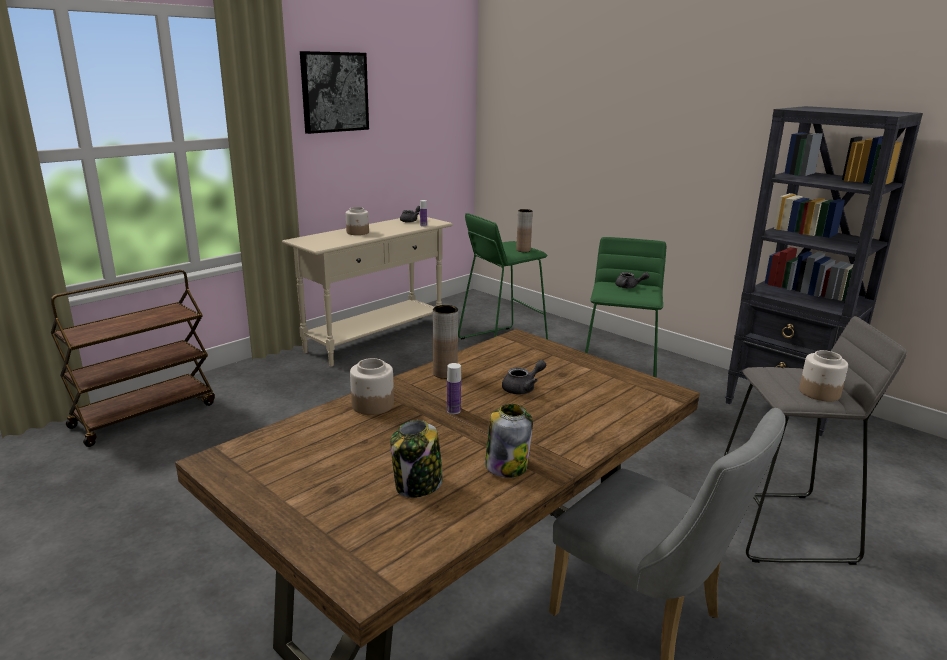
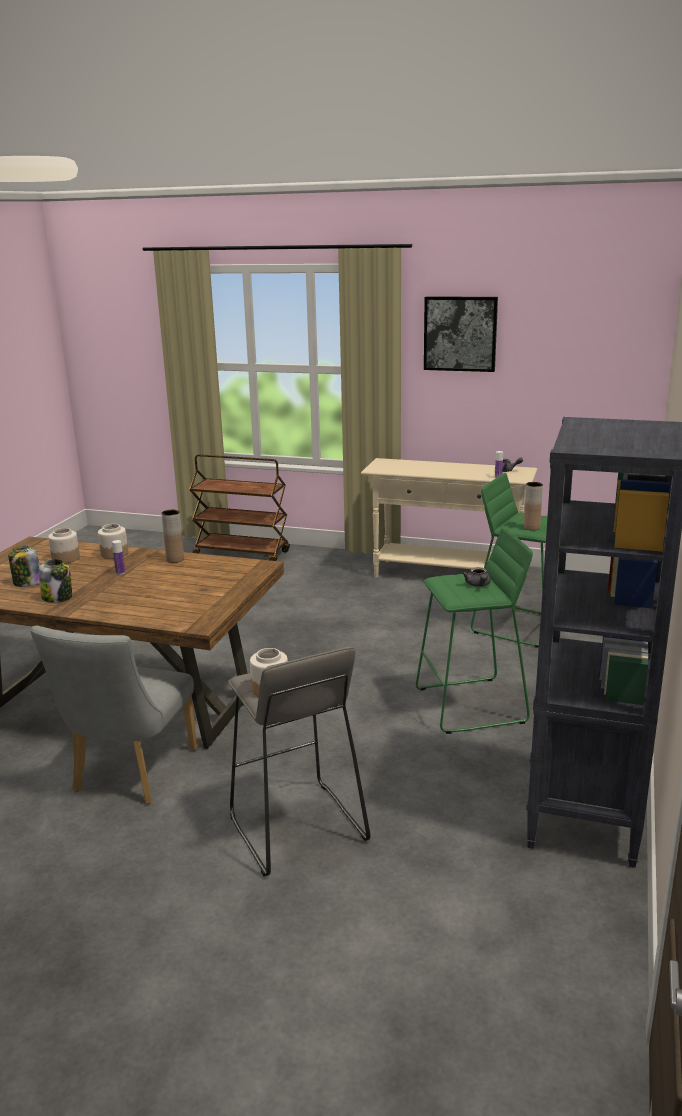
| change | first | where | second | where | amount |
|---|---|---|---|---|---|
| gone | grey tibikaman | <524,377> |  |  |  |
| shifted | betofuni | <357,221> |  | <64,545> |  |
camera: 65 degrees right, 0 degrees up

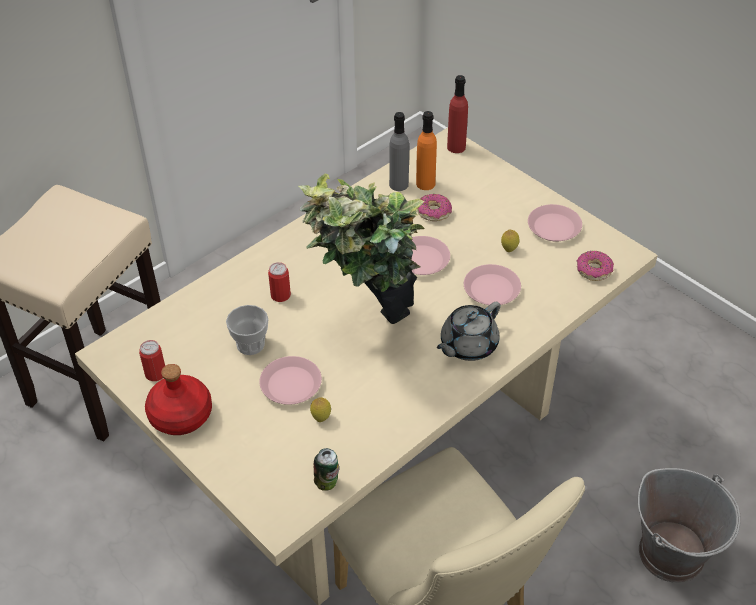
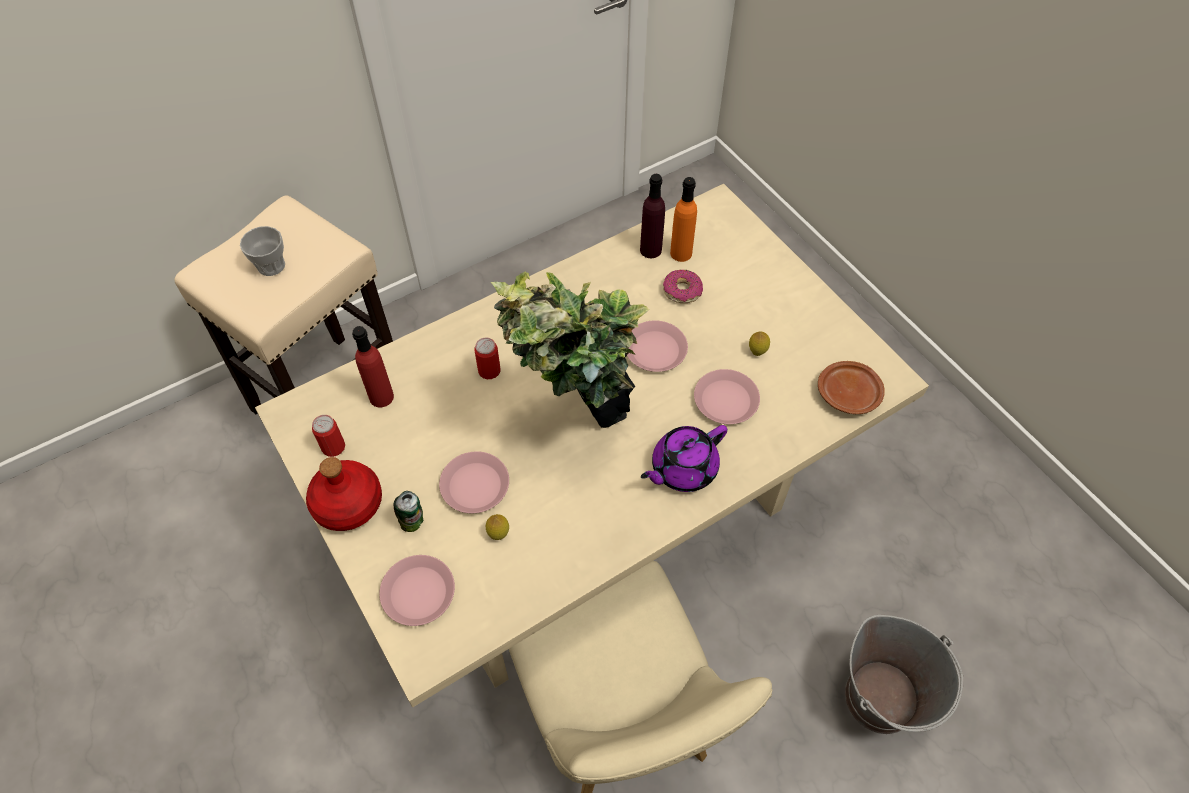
| change | first | where | second | where | amount |
|---|---|---|---|---|---|
| shifted | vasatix | <247,330> |  | <262,251> |  |
| shifted | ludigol | <326,469> |  | <408,511> |  |
| shifted | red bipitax | <457,114> |  | <373,366> |  |
| shifted | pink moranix | <555,222> |  | <417,590> |  |
| swapped | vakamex | <595,266> | brown moranix | <851,387> |  |
| repainted | grey bipitax | <399,151> | purple bipitax | <652,216> |  |
| repainted | grey tibikaman | <468,331> | purple tibikaman | <684,458> |  |
camera: 10 degrees right, 10 degrees up

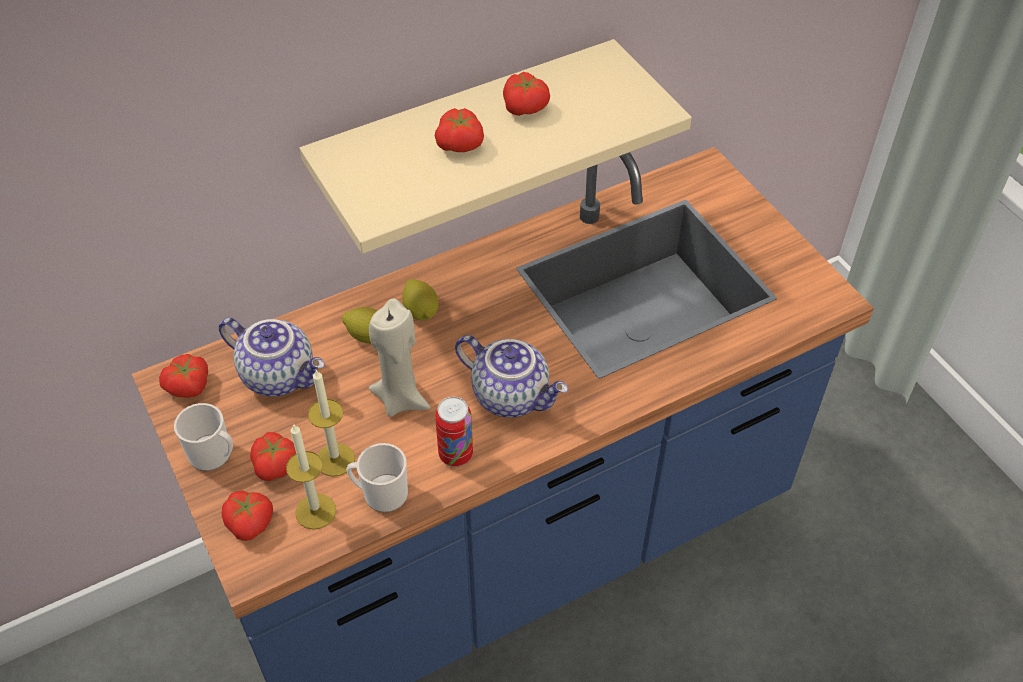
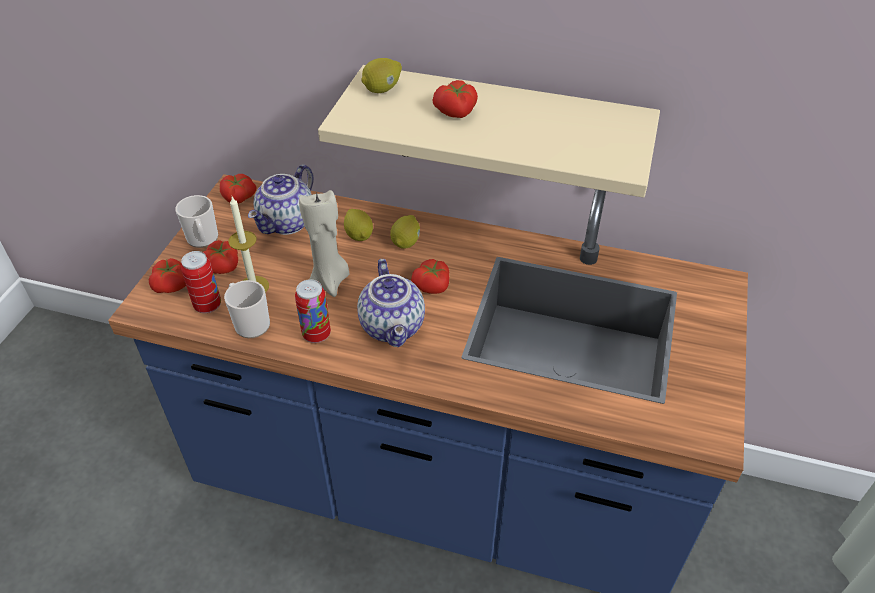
| change | first | where | second | where | amount |
|---|---|---|---|---|---|
| new |  |  | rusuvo | <381,75> |  |
| shifted | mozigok | <526,94> |  | <430,276> |  |
| swapped | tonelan | <311,476> | ludigol | <201,282> |  |
| rotated | tibikaman | <272,356> |  | <280,199> | 45 degrees clockwise |
camera: 45 degrees right, 5 degrees down

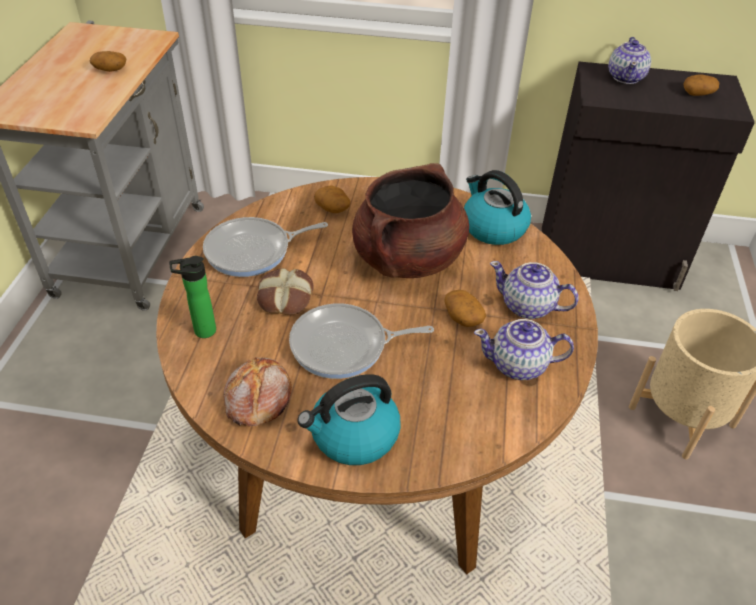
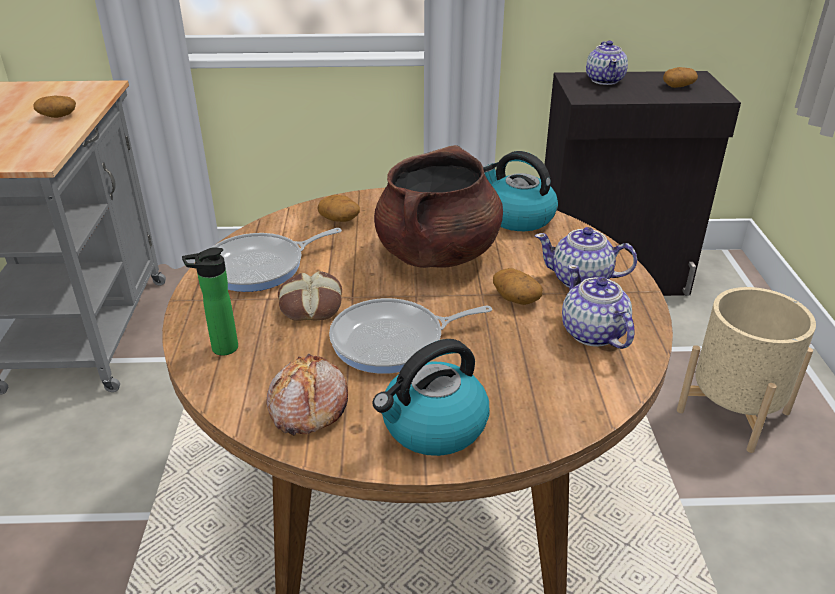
| change | first | where | second | where | amount |
|---|---|---|---|---|---|
| rotated | tibikaman | <524,349> |  | <598,307> | 75 degrees clockwise |
camera: 10 degrees left, 10 degrees down

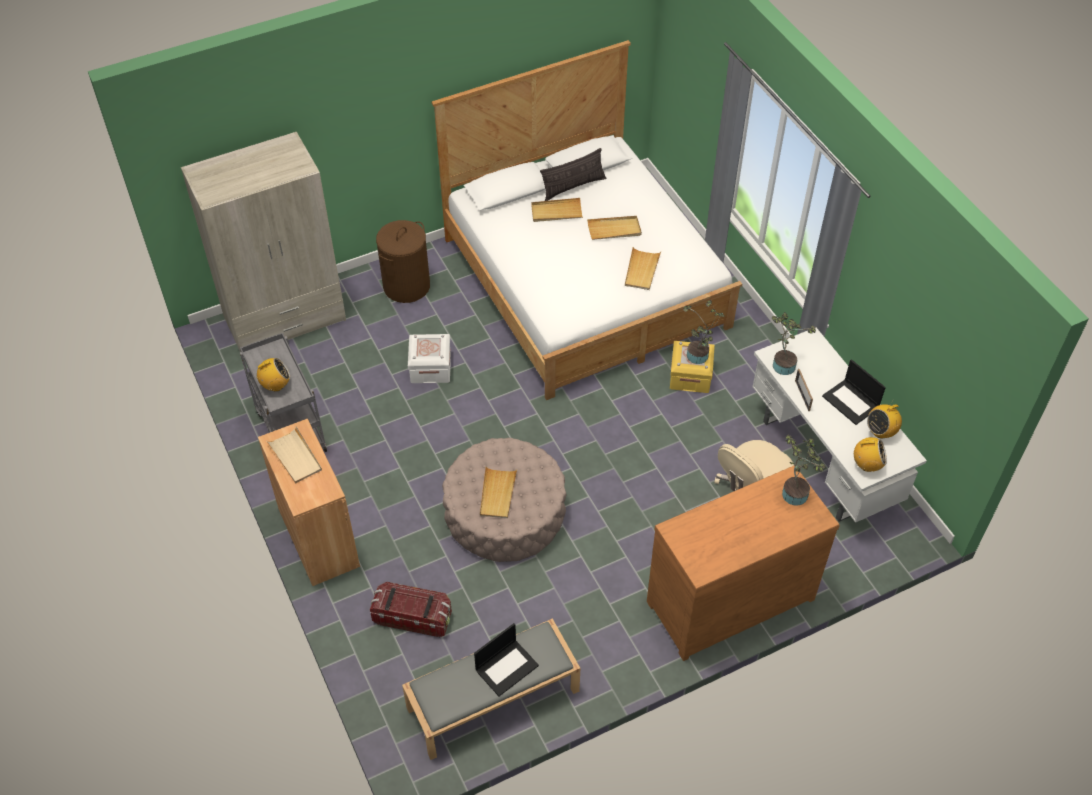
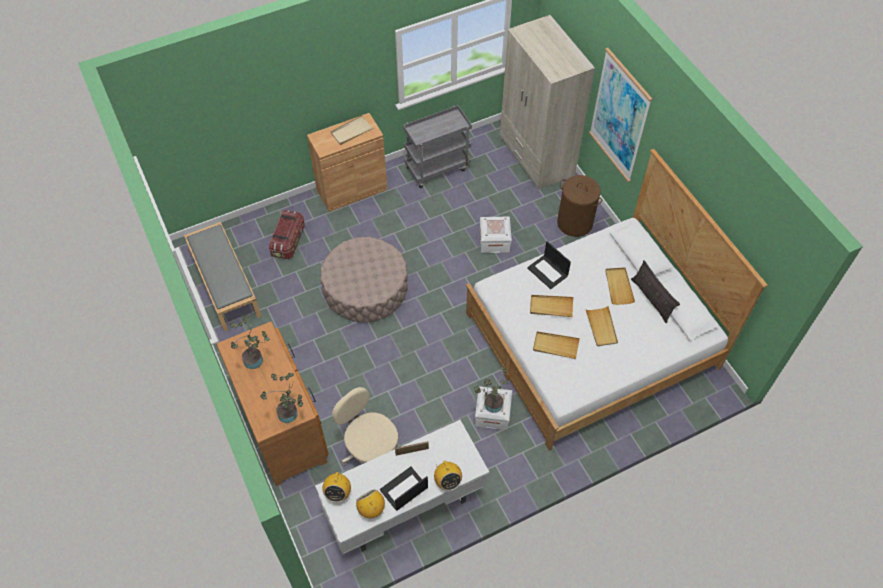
| change | first | where | second | where | amount |
|---|---|---|---|---|---|
| new |  |  | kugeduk | <620,115> |  |
| shifted | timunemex | <273,374> |  | <448,475> |  |
| shifted | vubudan | <506,659> |  | <549,265> |  |
| shifted | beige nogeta | <498,492> |  | <552,306> |  |
| shifted | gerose | <794,343> |  | <249,342> |  |
| repainted | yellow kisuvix | <692,367> | white kisuvix | <493,408> |  |
camera: 90 degrees right, 5 degrees up

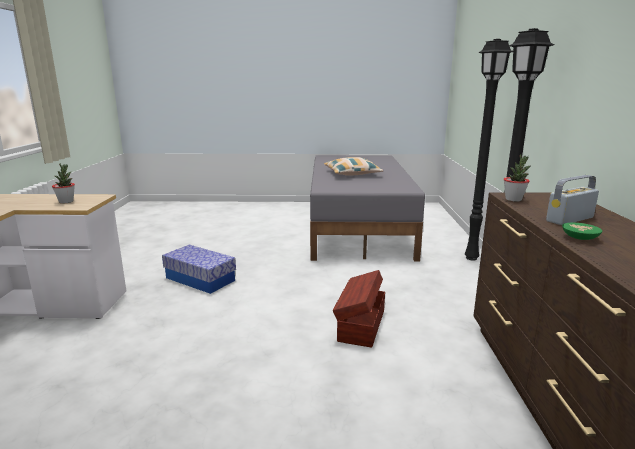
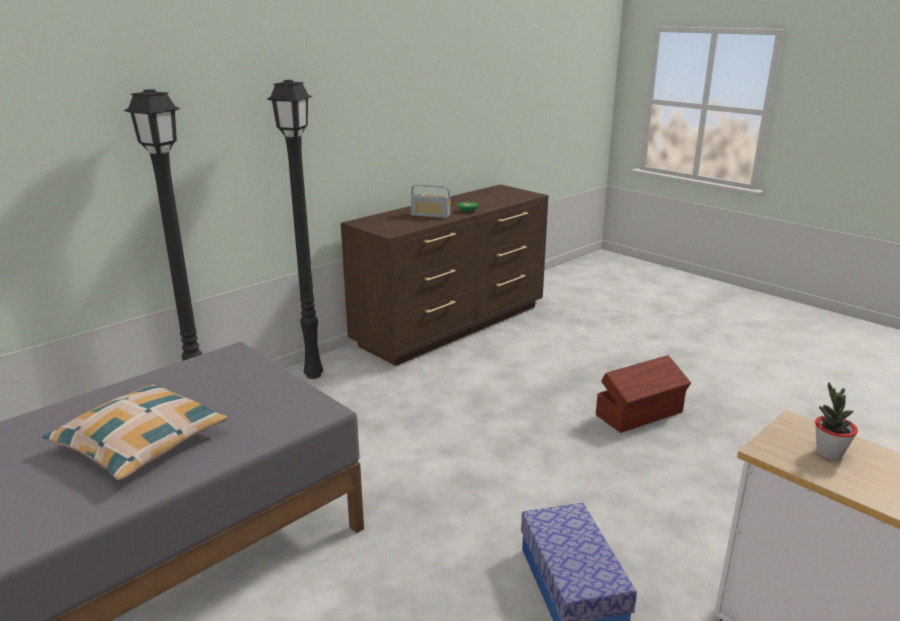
| change | first | where | second | where | amount |
|---|---|---|---|---|---|
| gone | gerose | <517,178> |  |  |  |
| shifted | brown kisuvix | <359,308> |  | <643,394> |  |
camera: 135 degrees left, 5 degrees up

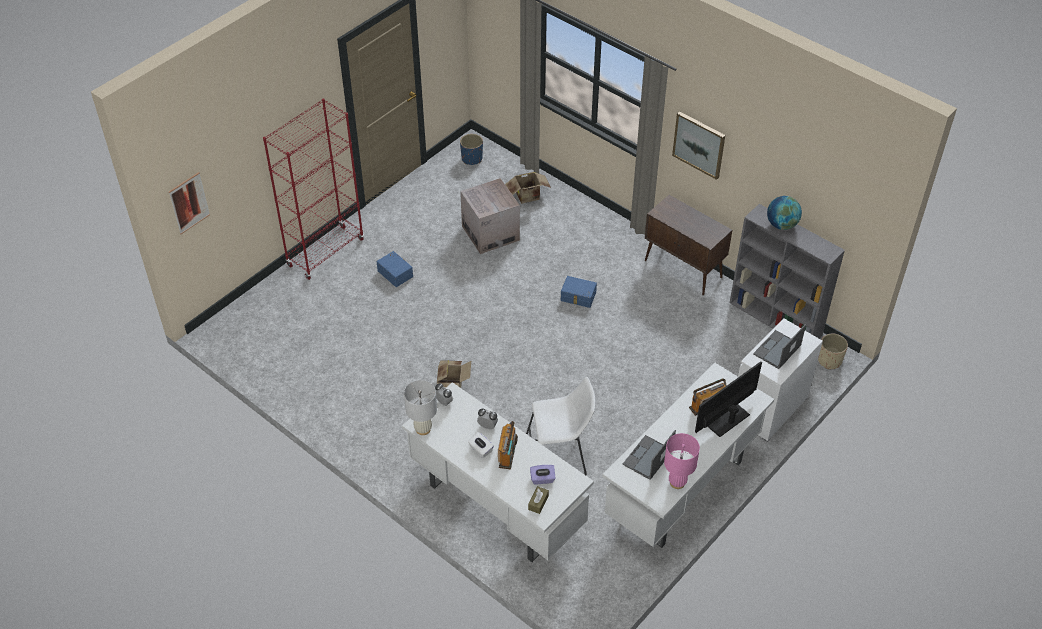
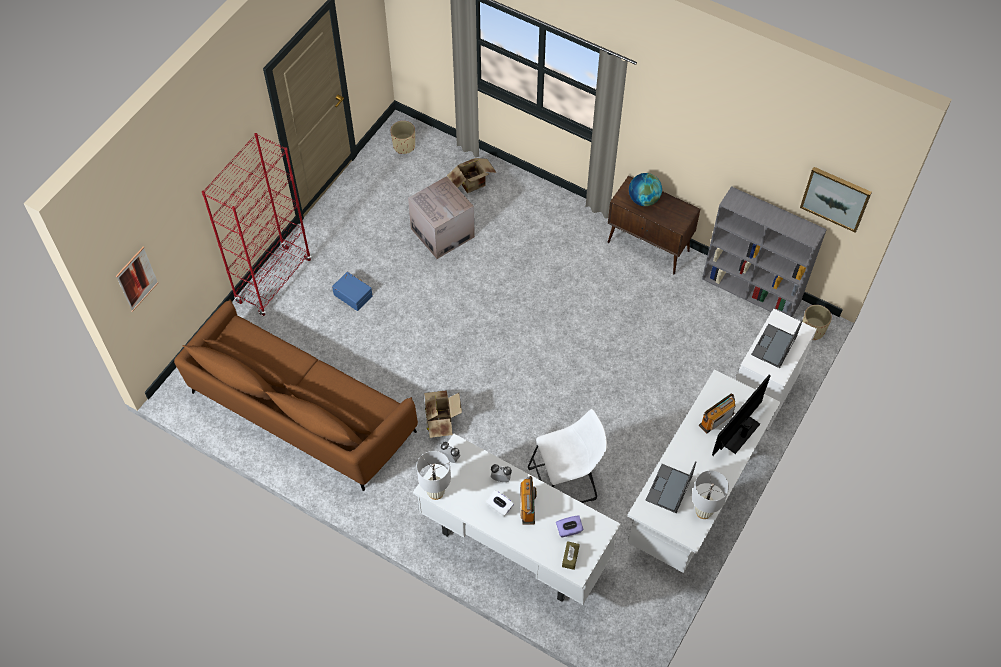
| change | first | where | second | where | amount |
|---|---|---|---|---|---|
| gone | blue kisuvix | <579,292> |  |  |  |
| new |  |  | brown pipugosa | <296,395> |  |
| shifted | kugeduk | <698,145> |  | <836,200> |  |
| shifted | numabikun | <784,213> |  | <645,189> |  |
| repainted | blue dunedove | <471,149> | beige dunedove | <403,137> |  |
| repainted | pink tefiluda | <682,461> | white tefiluda | <710,494> |  |
camera: 10 degrees left, 10 degrees up

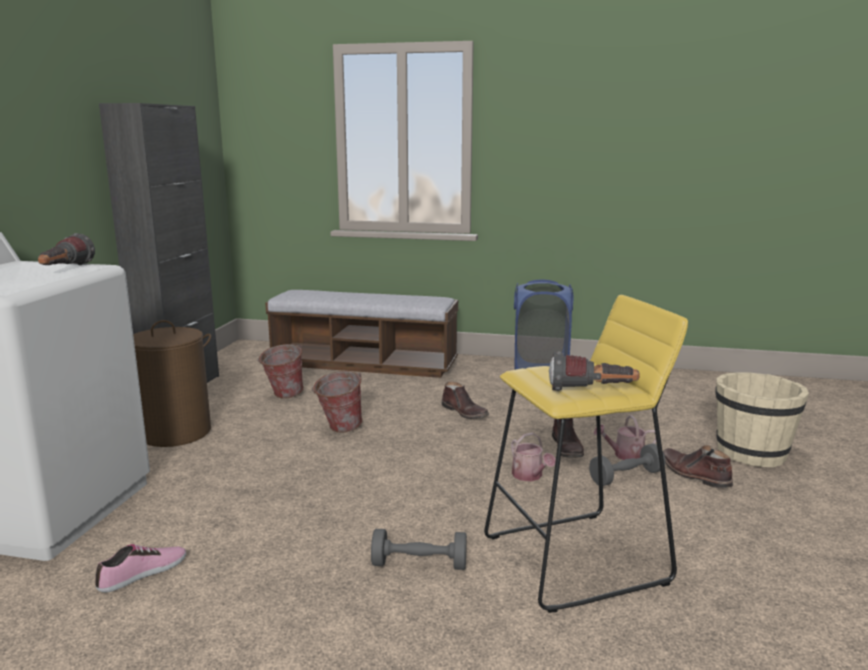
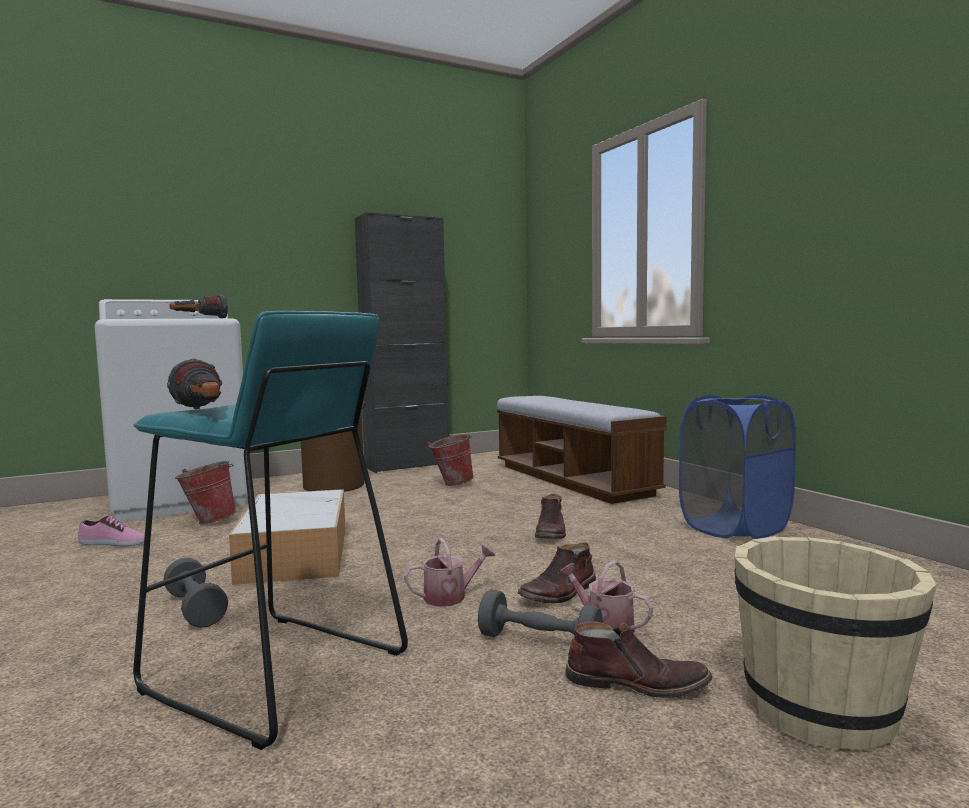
| change | first | where | second | where | amount |
|---|---|---|---|---|---|
| new |  |  | kisuvix | <287,537> |  |
| shifted | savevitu | <337,402> |  | <205,492> |  |
| repainted | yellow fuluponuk | <586,454> | turquoise fuluponuk | <270,530> |  |
| rotated | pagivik | <533,456> |  | <450,572> | 135 degrees counterclockwise |
| rotated | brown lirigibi | <698,466> |  | <638,659> | 90 degrees clockwise |
camera: 50 degrees right, 10 degrees down

